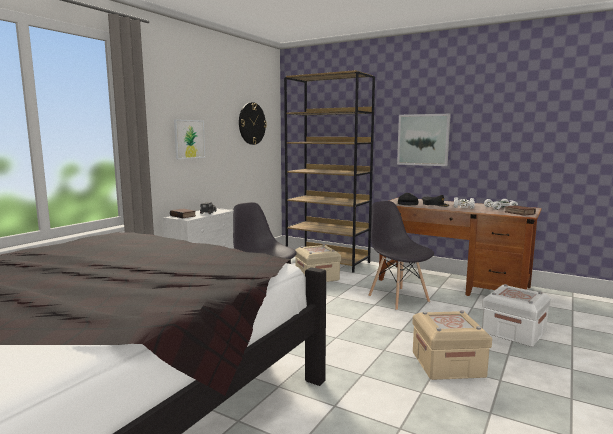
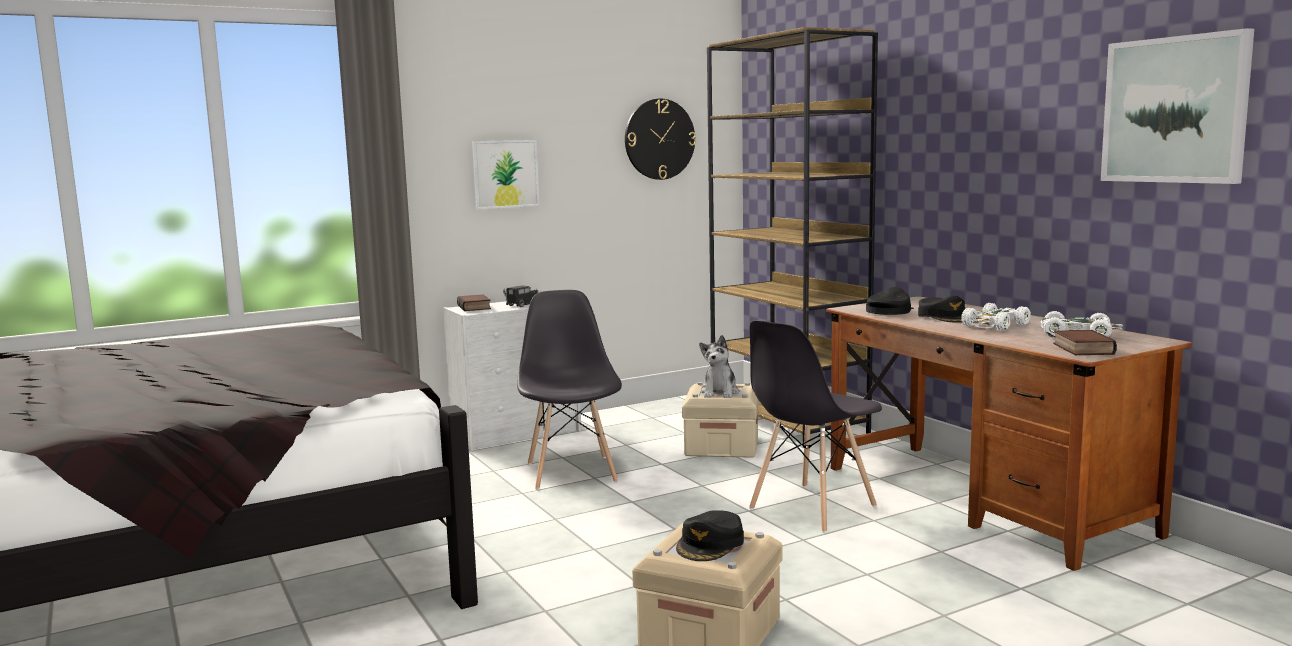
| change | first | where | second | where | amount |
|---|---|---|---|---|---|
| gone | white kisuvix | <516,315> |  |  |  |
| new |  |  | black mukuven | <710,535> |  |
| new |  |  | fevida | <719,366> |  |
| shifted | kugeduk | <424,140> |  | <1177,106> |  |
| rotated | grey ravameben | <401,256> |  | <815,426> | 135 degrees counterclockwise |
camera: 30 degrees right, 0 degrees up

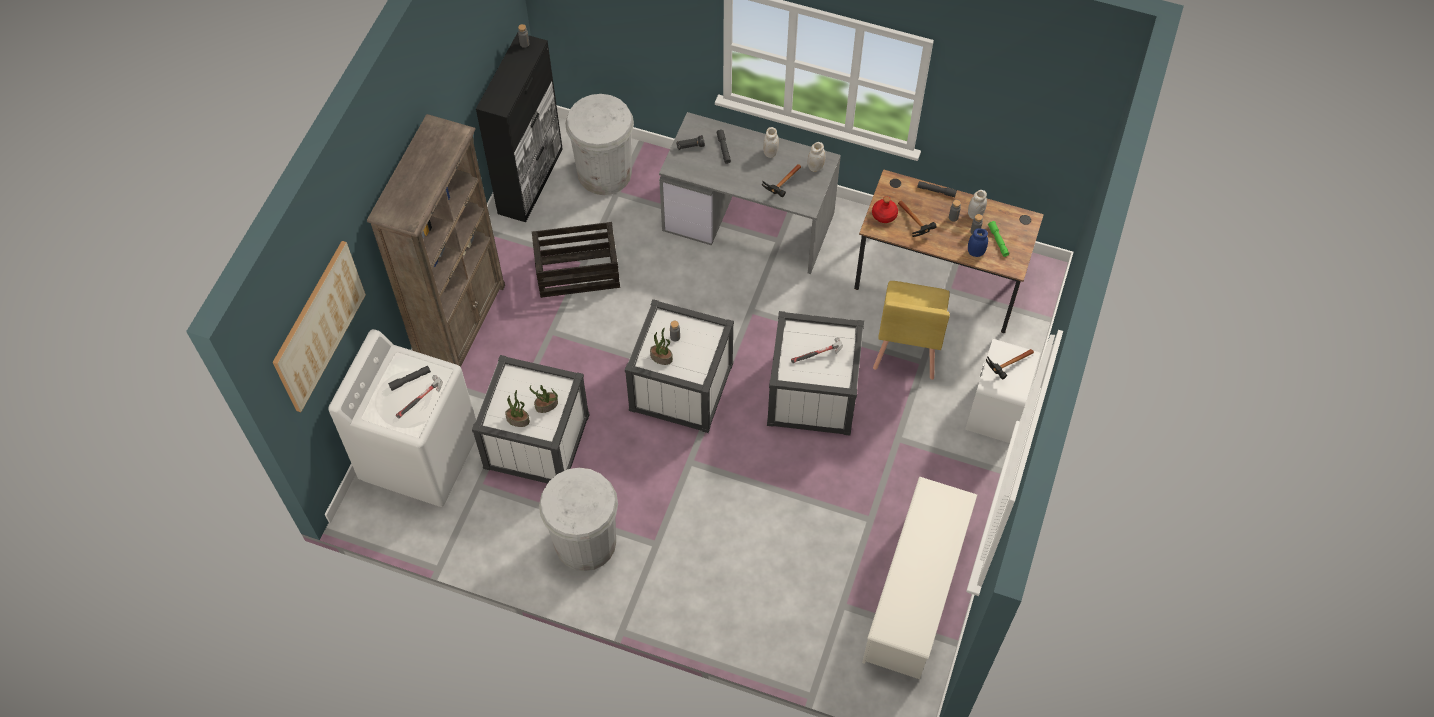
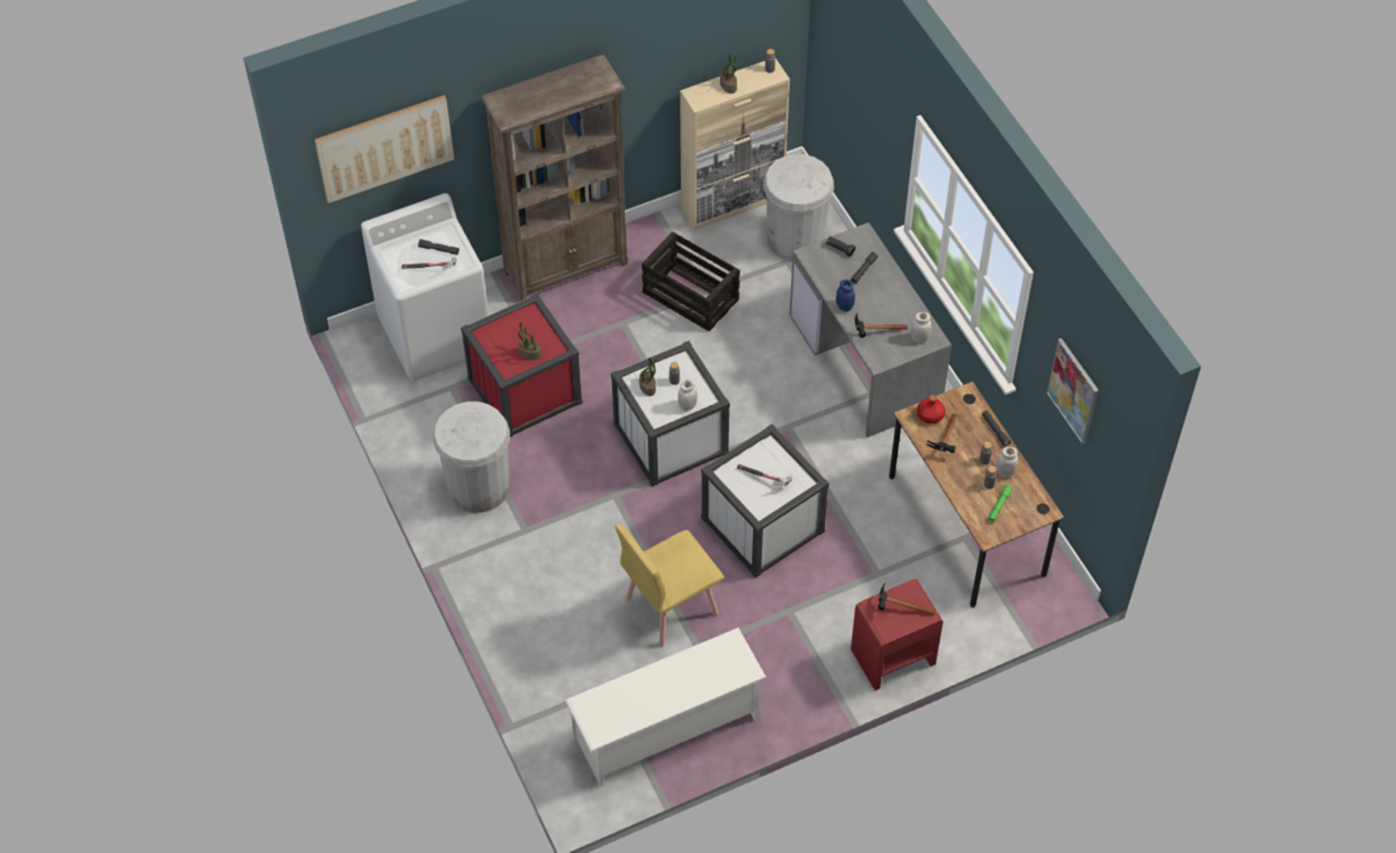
| change | first | where | second | where | amount |
|---|---|---|---|---|---|
| new |  |  | kugeduk | <1073,391> |  |
| shifted | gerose | <517,408> |  | <729,73> |  |
| shifted | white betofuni | <771,142> |  | <688,395> |  |
| shifted | yellow ravameben | <911,330> |  | <669,585> |  |
| shifted | blue betofuni | <978,242> |  | <845,295> |  |
| repainted | white kisuvix | <530,419> | red kisuvix | <521,365> |  |
| repainted | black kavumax | <519,127> | beige kavumax | <735,144> |  |
| repainted | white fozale | <1002,391> | red fozale | <897,635> |  |
camera: 45 degrees right, 5 degrees down

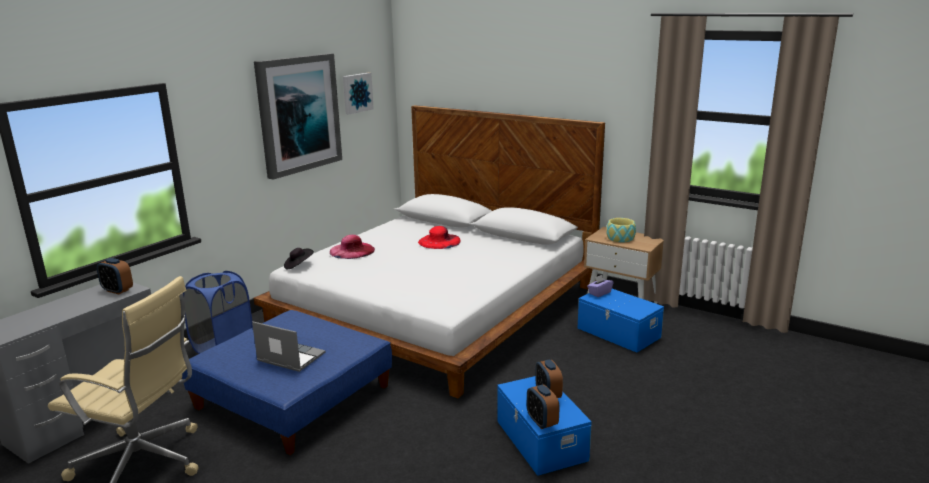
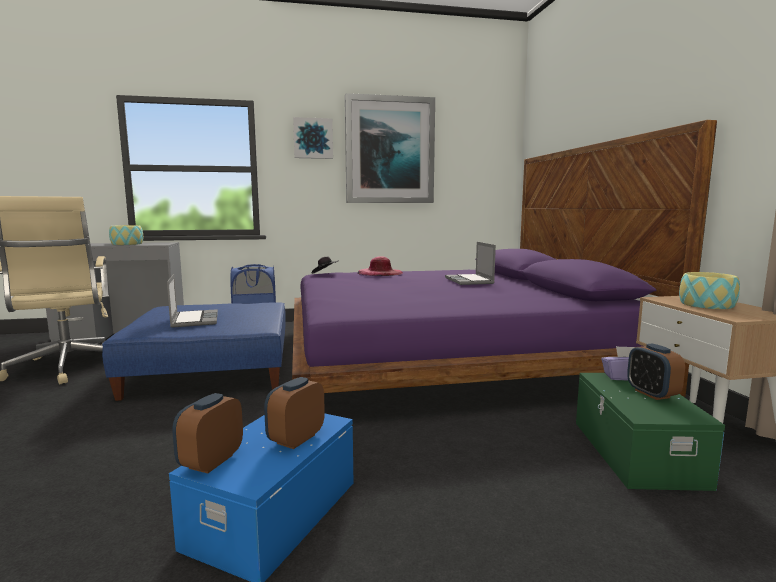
| change | first | where | second | where | amount |
|---|---|---|---|---|---|
| new |  |  | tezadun | <126,235> |  |
| shifted | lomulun | <115,276> |  | <656,371> |  |
| shifted | kugeduk | <358,93> |  | <313,138> |  |
| swapped | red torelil | <439,237> | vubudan | <470,263> |  |
| repainted | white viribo | <429,251> | purple viribo | <504,258> |  |
| repainted | blue kisuvix | <621,321> | green kisuvix | <650,432> |  |
camera: 45 degrees right, 10 degrees down

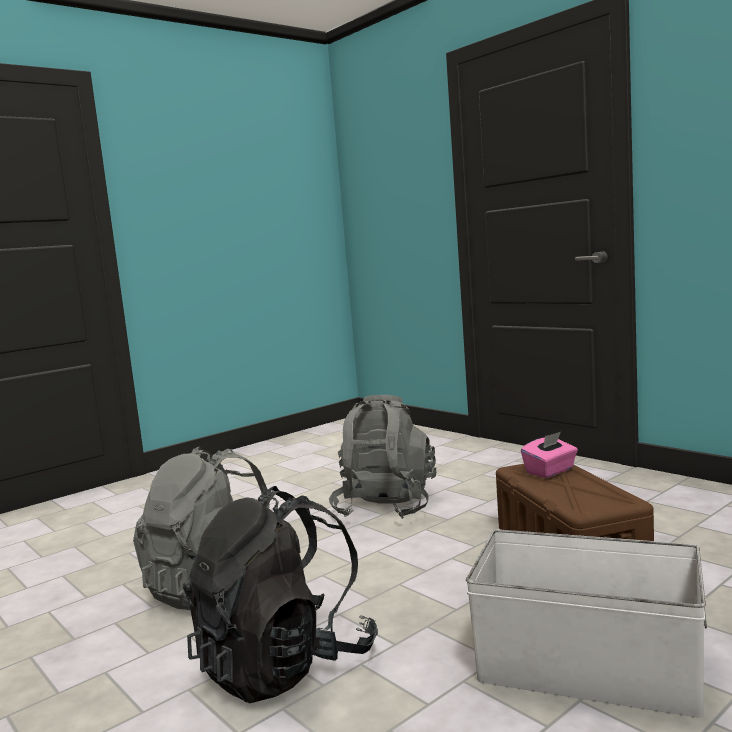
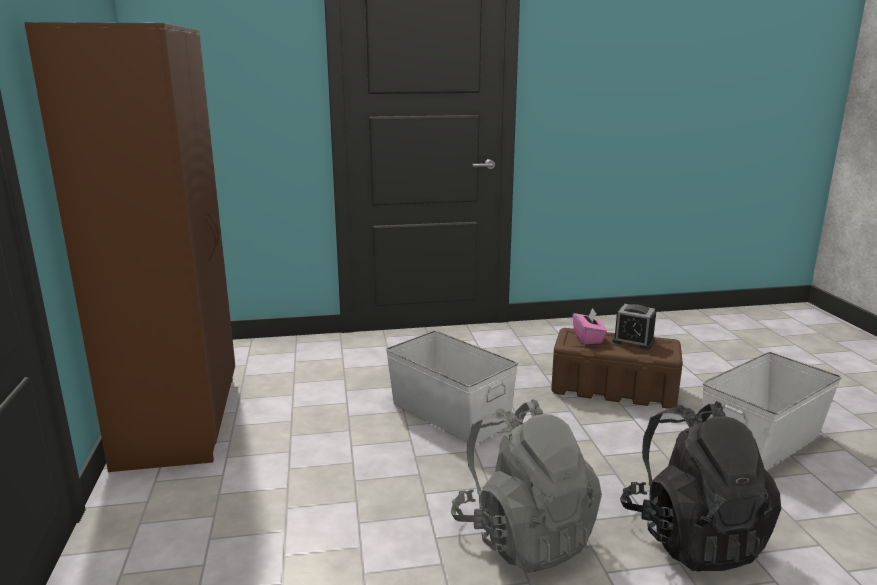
| change | first | where | second | where | amount |
|---|---|---|---|---|---|
| new |  |  | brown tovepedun | <129,247> |  |
| new |  |  | lomulun | <634,326> |  |
| swapped | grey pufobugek | <383,457> | white kisuvix | <452,388> |  |
camera: 60 degrees left, 10 degrees up

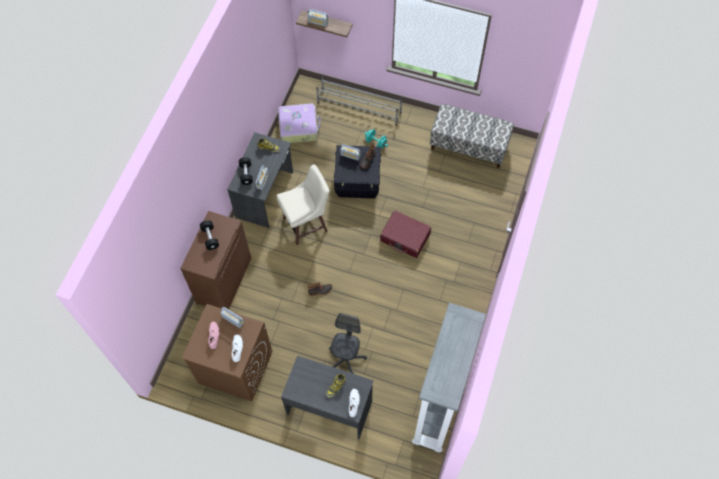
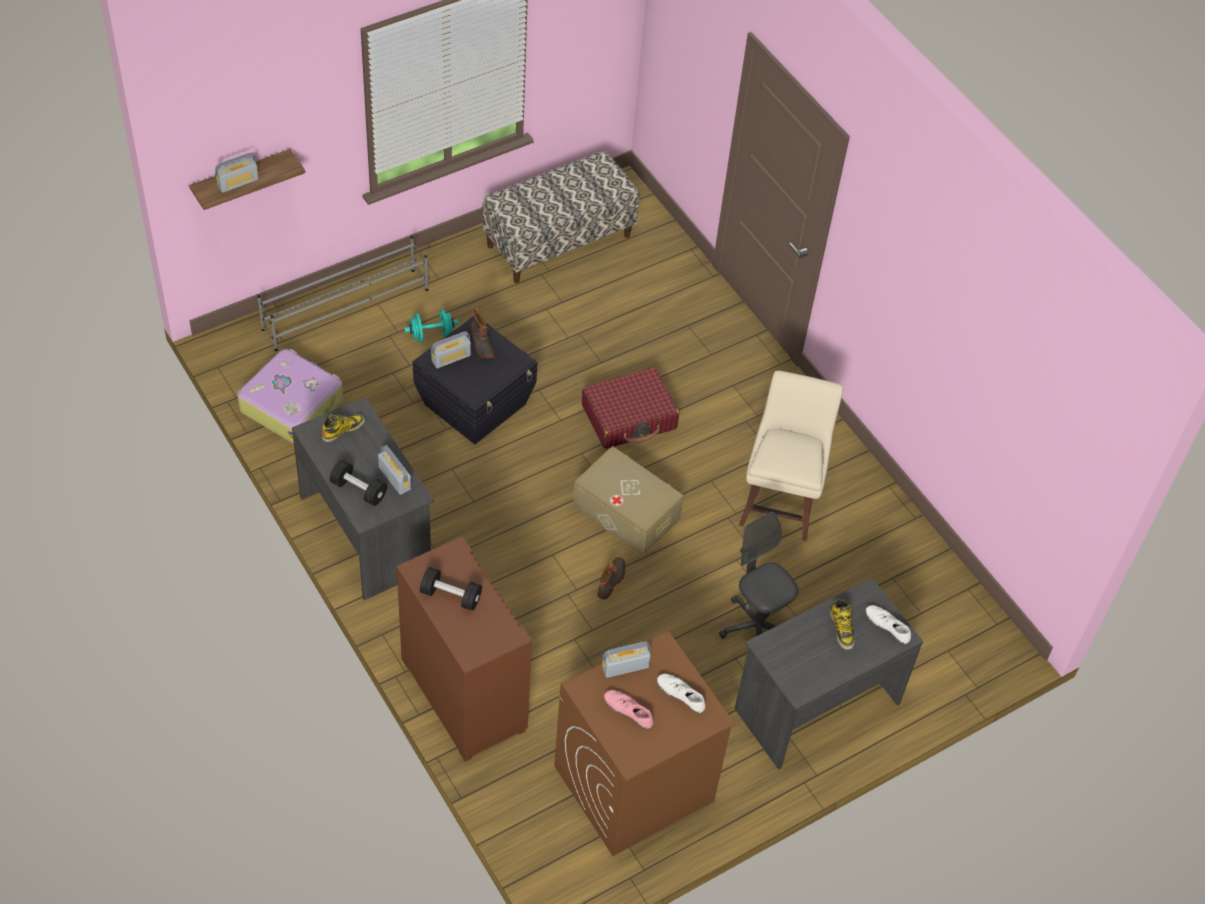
| change | first | where | second | where | amount |
|---|---|---|---|---|---|
| gone | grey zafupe | <449,378> |  |  |  |
| new |  |  | beige kisuvix | <628,501> |  |
| shifted | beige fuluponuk | <303,204> |  | <791,456> |  |
camera: 55 degrees left, 10 degrees down

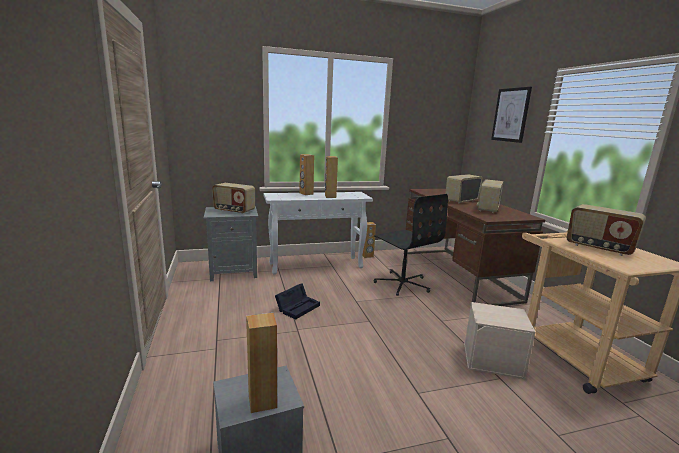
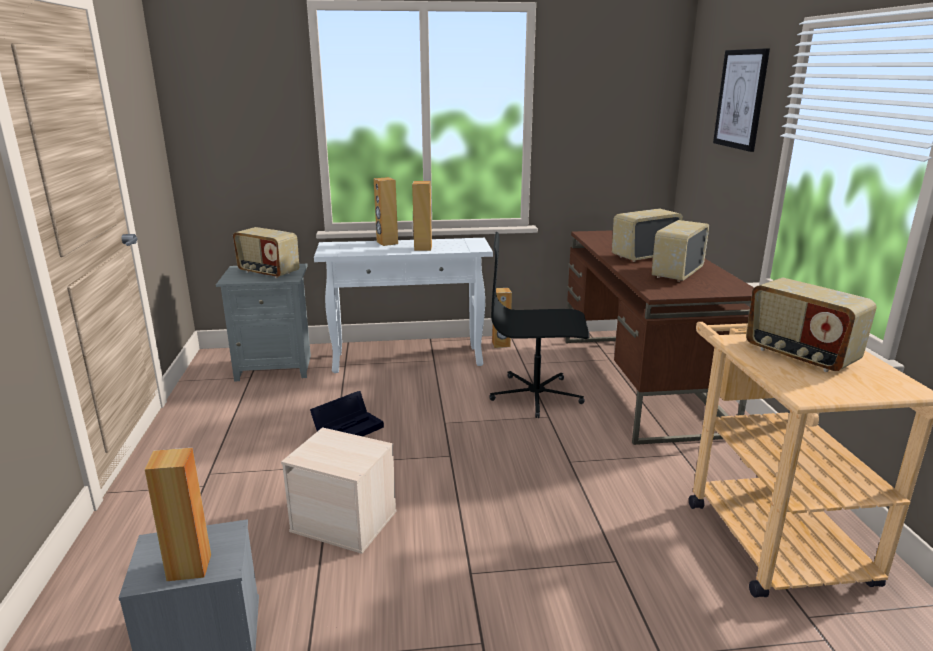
| change | first | where | second | where | amount |
|---|---|---|---|---|---|
| shifted | beige kisuvix | <500,340> |  | <338,490> |  |
| rotated | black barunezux | <411,245> |  | <539,325> | 120 degrees clockwise |
camera: 10 degrees right, 5 degrees up

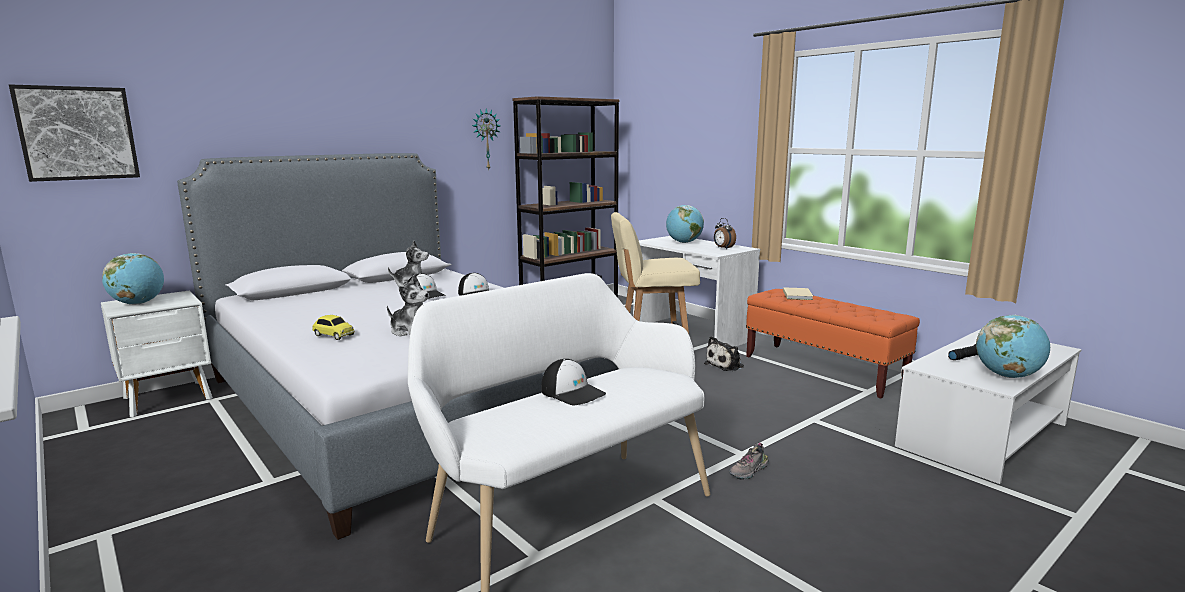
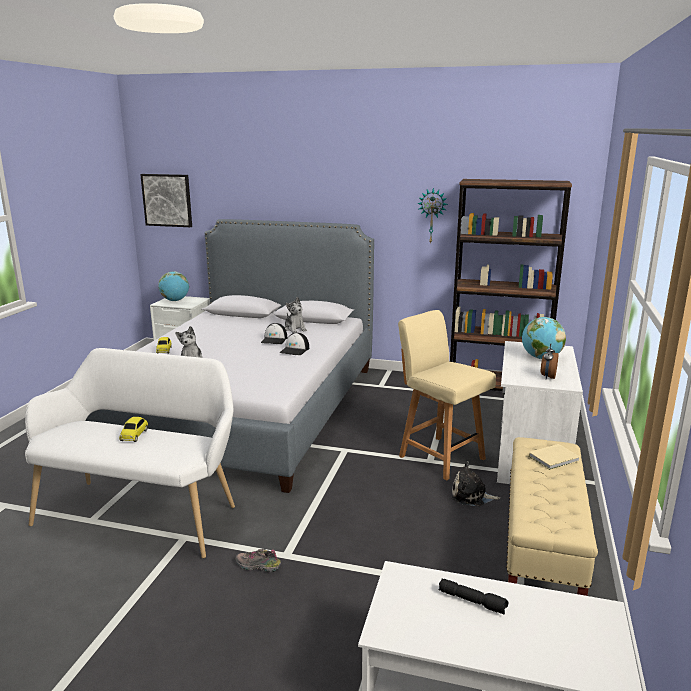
| change | first | where | second | where | amount |
|---|---|---|---|---|---|
| gone | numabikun | <1013,346> |  |  |  |
| swapped | mukuven | <573,382> | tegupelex | <133,429> |  |
| repainted | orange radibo | <833,344> | beige radibo | <552,516> |  |
camera: 55 degrees right, 5 degrees up

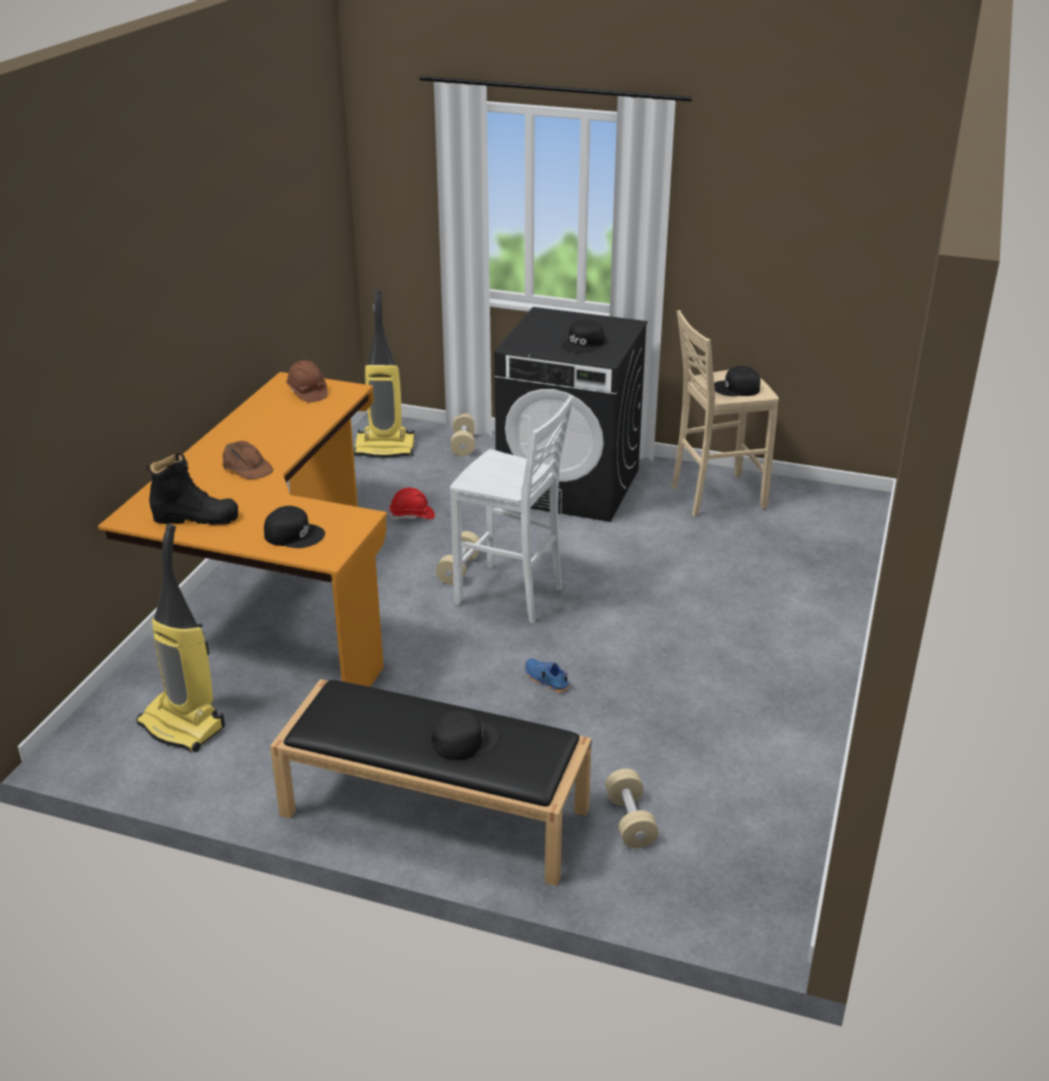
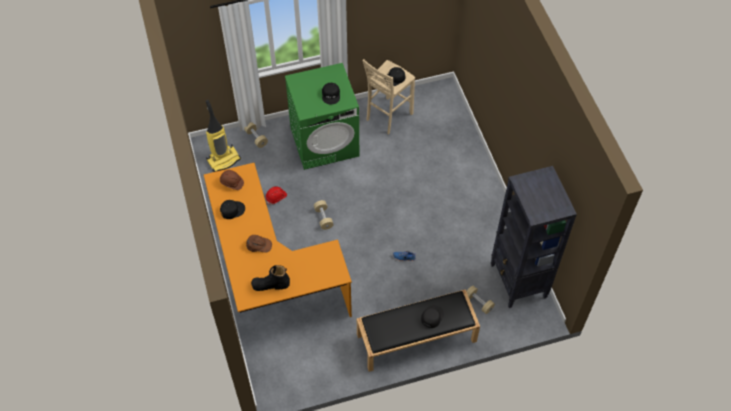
| change | first | where | second | where | amount |
|---|---|---|---|---|---|
| gone | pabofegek | <180,638> |  |  |  |
| gone | white fuluponuk | <512,509> |  |  |  |
| new |  |  | black zafupe | <534,237> |  |
| shifted | black mukuven | <294,527> |  | <232,209> |  |
| repainted | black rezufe | <570,414> | green rezufe | <322,116> |  |
| rotated | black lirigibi | <192,489> |  | <270,278> | 150 degrees counterclockwise |
camera: 35 degrees left, 25 degrees up

